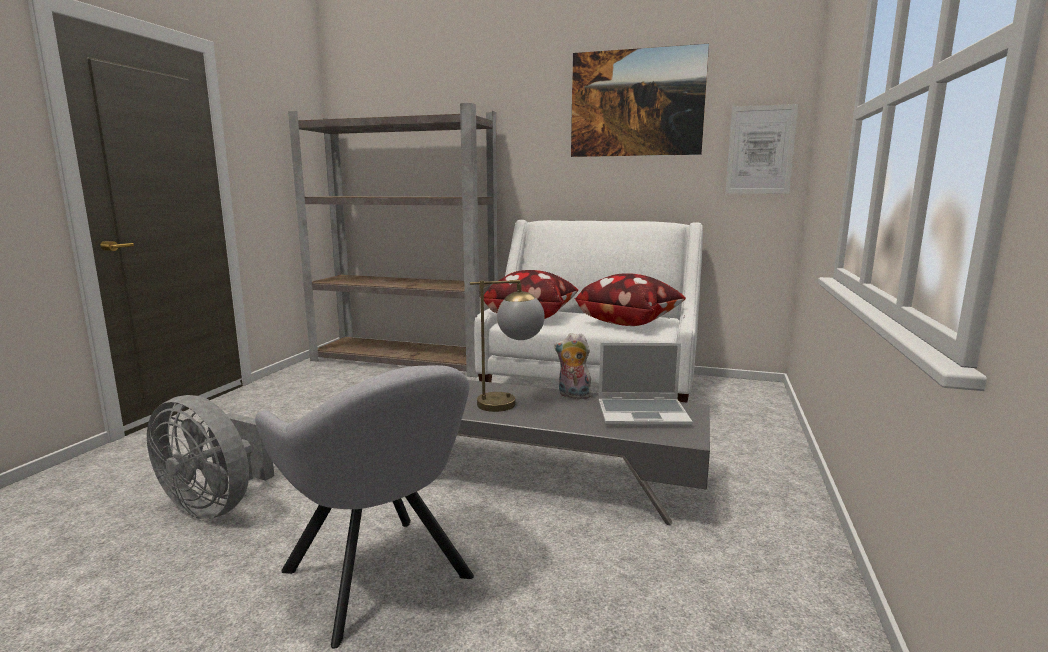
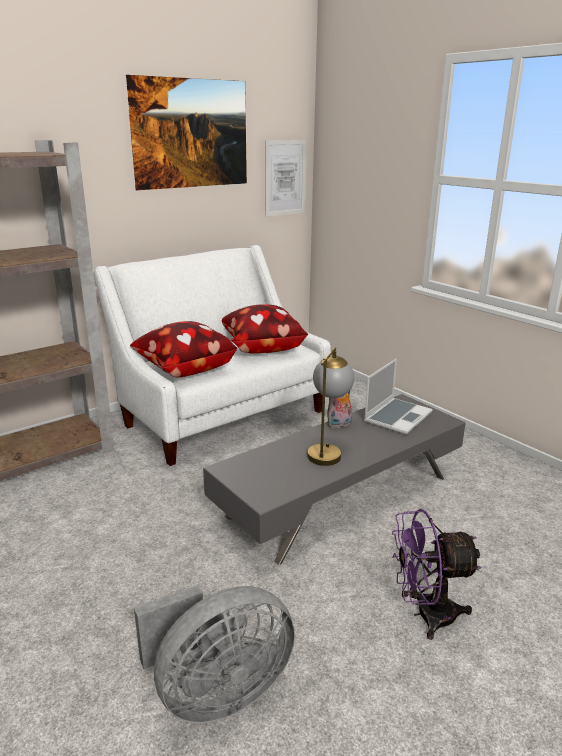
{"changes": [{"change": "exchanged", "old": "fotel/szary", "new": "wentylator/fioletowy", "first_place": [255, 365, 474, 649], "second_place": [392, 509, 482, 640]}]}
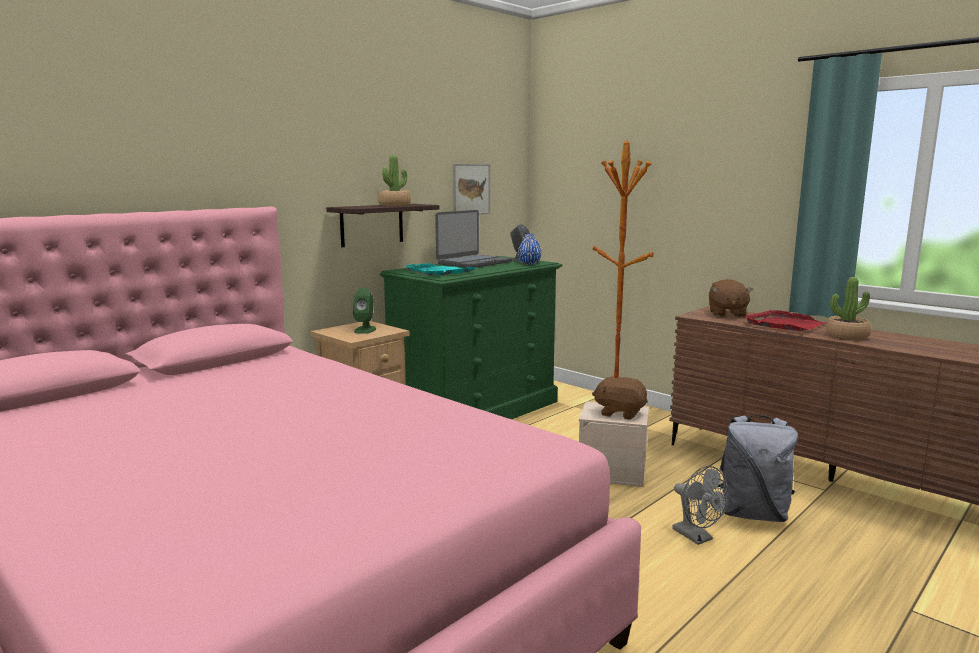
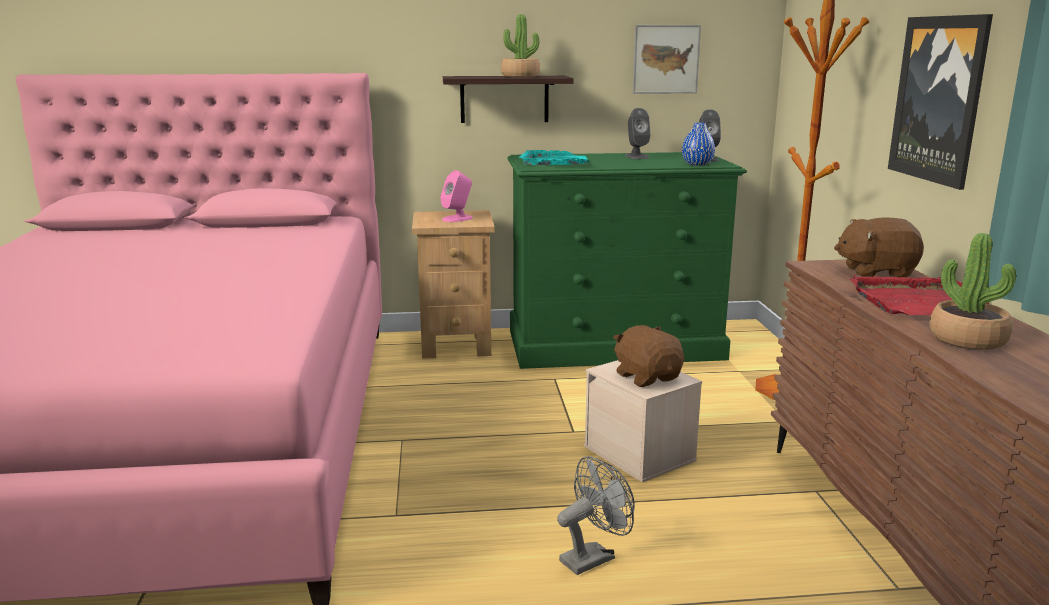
{"changes": [{"change": "colour", "old": "głośnik/zielony", "new": "głośnik/różowy", "first_place": [353, 288, 376, 334], "second_place": [440, 171, 473, 222]}, {"change": "spun", "old": "wentylator/szary", "first_place": [672, 466, 729, 545], "second_place": [557, 456, 635, 575], "degrees": -135}, {"change": "exchanged", "old": "laptop", "new": "głośnik/szary", "first_place": [435, 210, 512, 268], "second_place": [625, 108, 651, 159]}, {"change": "spun", "old": "pluszak/brązowy", "first_place": [709, 279, 753, 318], "second_place": [834, 217, 924, 277], "degrees": 45}, {"change": "appeared", "new": "obraz", "second_place": [888, 14, 993, 190]}, {"change": "missing", "old": "plecak/szary", "first_place": [718, 415, 798, 522]}]}
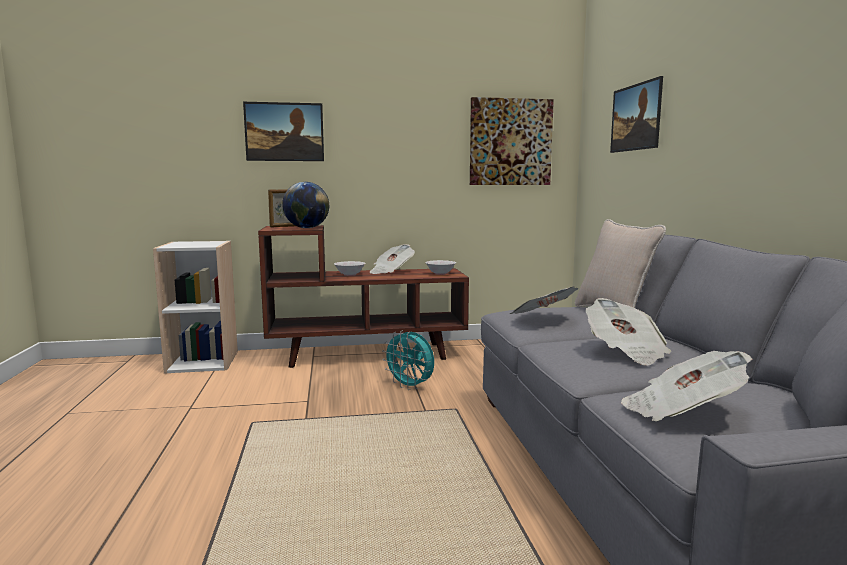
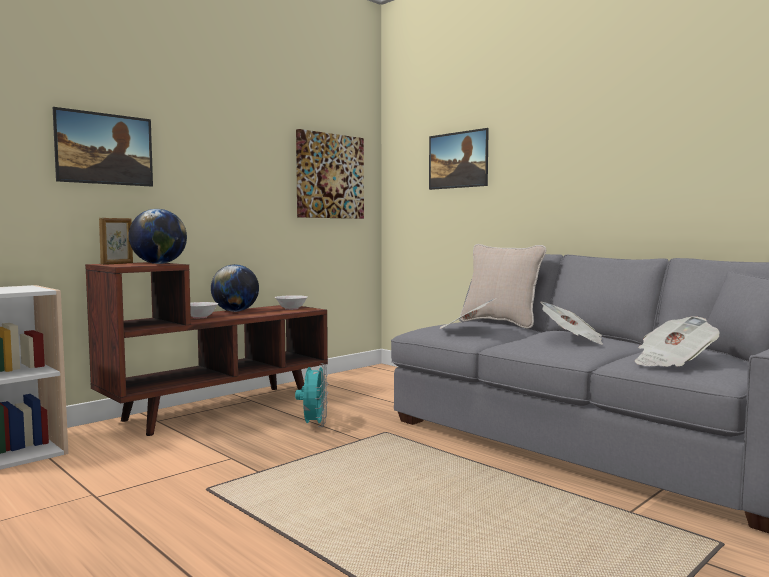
{"changes": [{"change": "exchanged", "old": "gazeta", "new": "globus", "first_place": [370, 244, 415, 274], "second_place": [211, 264, 259, 312]}, {"change": "spun", "old": "wentylator/turkusowy", "first_place": [382, 330, 434, 390], "second_place": [295, 363, 329, 427], "degrees": -90}]}
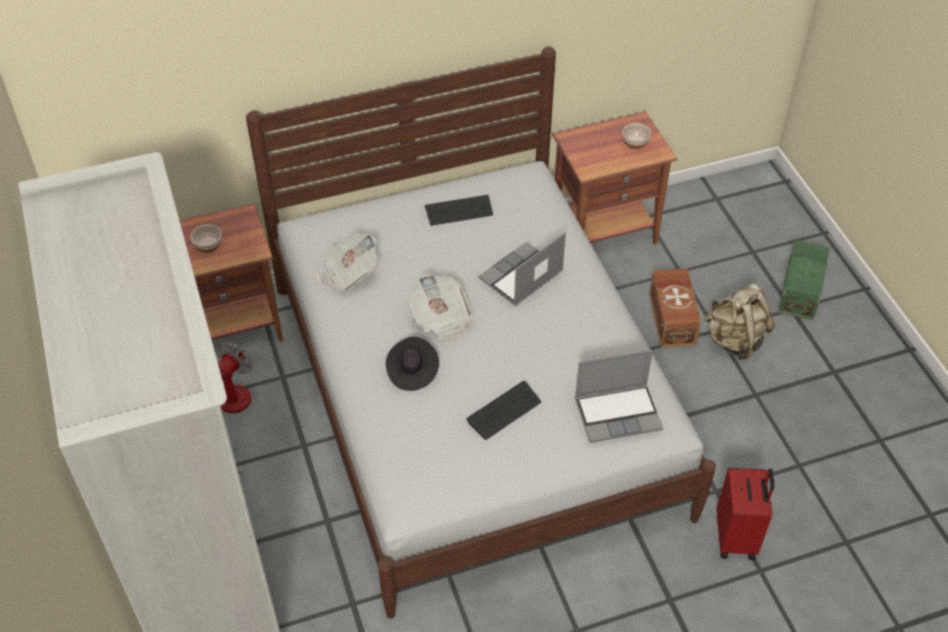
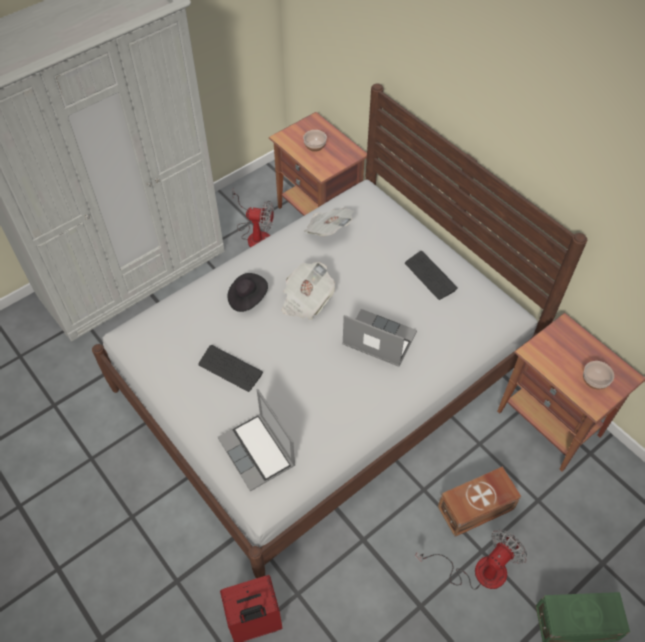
{"changes": [{"change": "exchanged", "old": "plecak/beżowy", "new": "wentylator", "first_place": [704, 284, 775, 360], "second_place": [415, 529, 527, 590]}]}
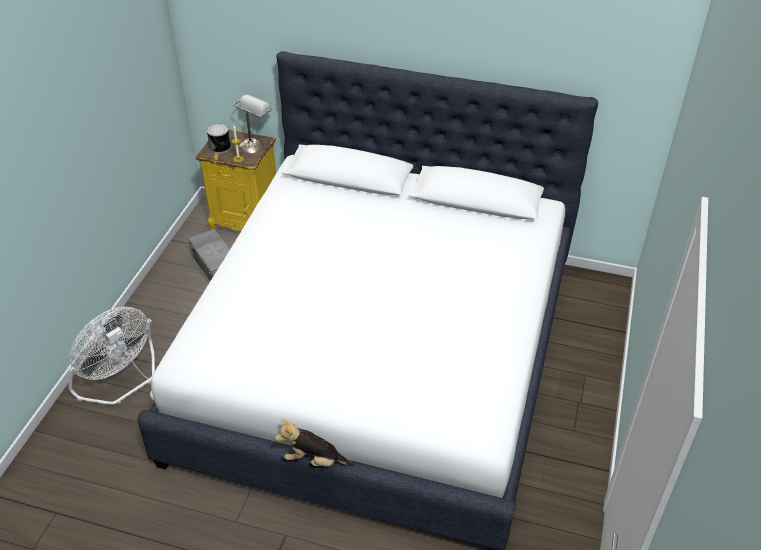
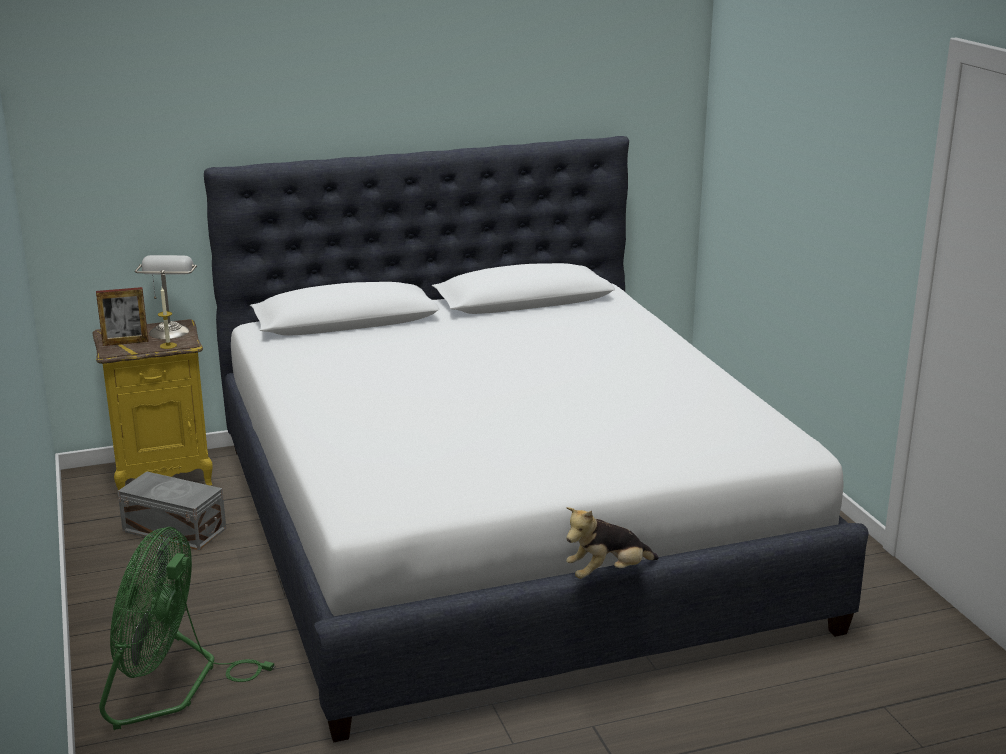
{"changes": [{"change": "exchanged", "old": "puszka", "new": "ramka na zdjęcie", "first_place": [207, 123, 231, 153], "second_place": [96, 287, 149, 346]}, {"change": "colour", "old": "wentylator/biały", "new": "wentylator/zielony", "first_place": [68, 307, 155, 405], "second_place": [99, 527, 276, 730]}]}
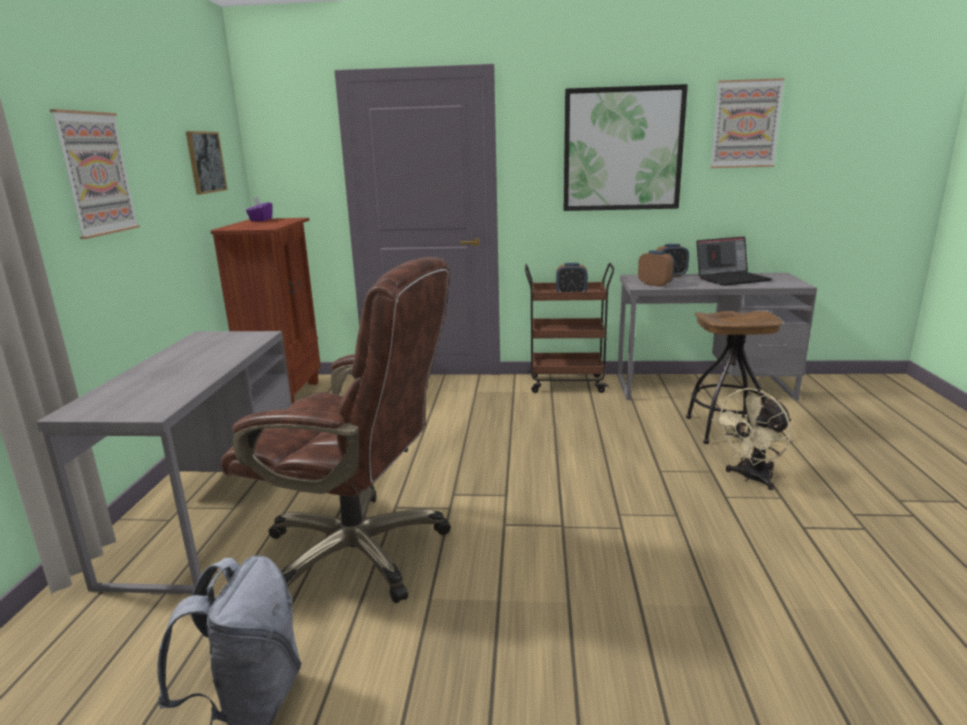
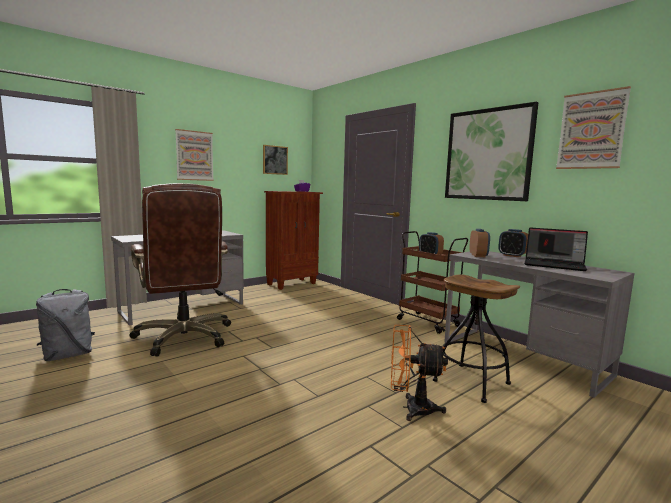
{"changes": [{"change": "colour", "old": "wentylator/beżowy", "new": "wentylator/pomarańczowy", "first_place": [711, 388, 791, 490], "second_place": [391, 325, 448, 421]}]}
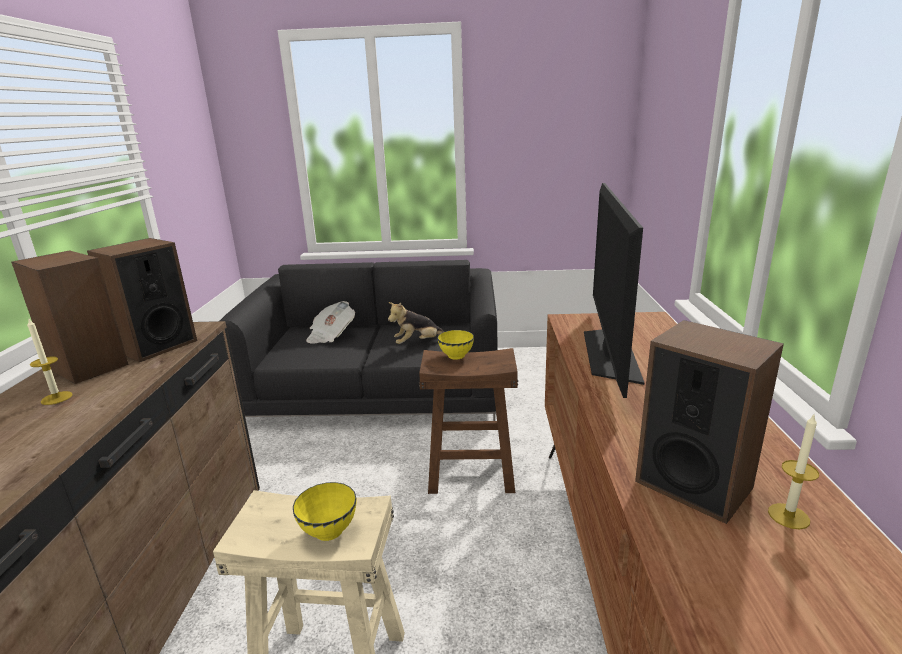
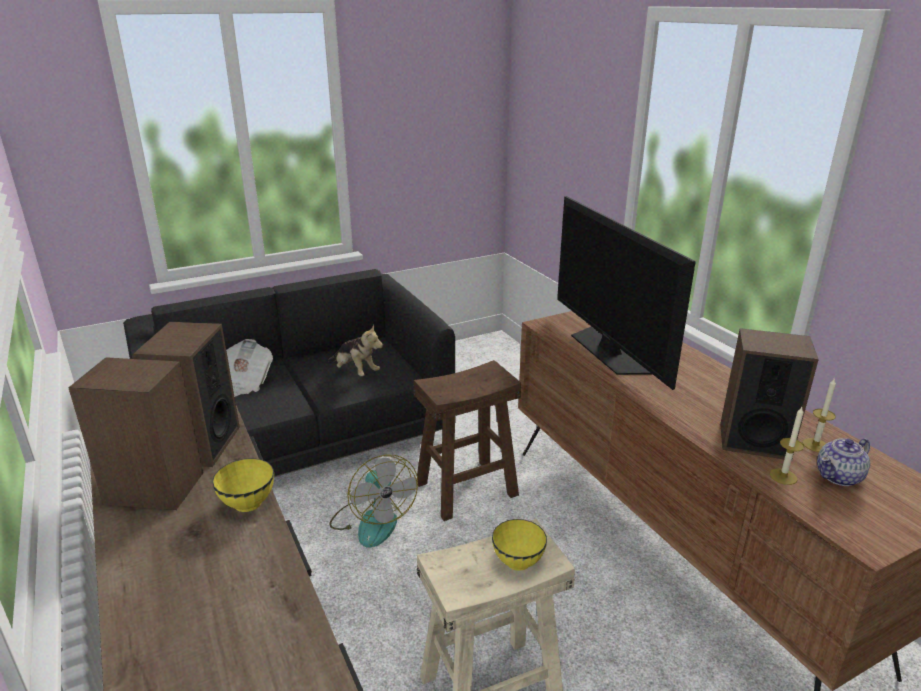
{"changes": [{"change": "relocated", "old": "miska/żółty", "first_place": [438, 330, 474, 359], "second_place": [212, 458, 274, 512]}, {"change": "spun", "old": "pluszak", "first_place": [388, 302, 444, 344], "second_place": [328, 325, 383, 376], "degrees": -90}, {"change": "appeared", "new": "wentylator", "second_place": [329, 455, 418, 548]}, {"change": "relocated", "old": "świeca", "first_place": [27, 319, 73, 405], "second_place": [770, 407, 804, 485]}, {"change": "appeared", "new": "imbryk", "second_place": [817, 438, 870, 486]}]}
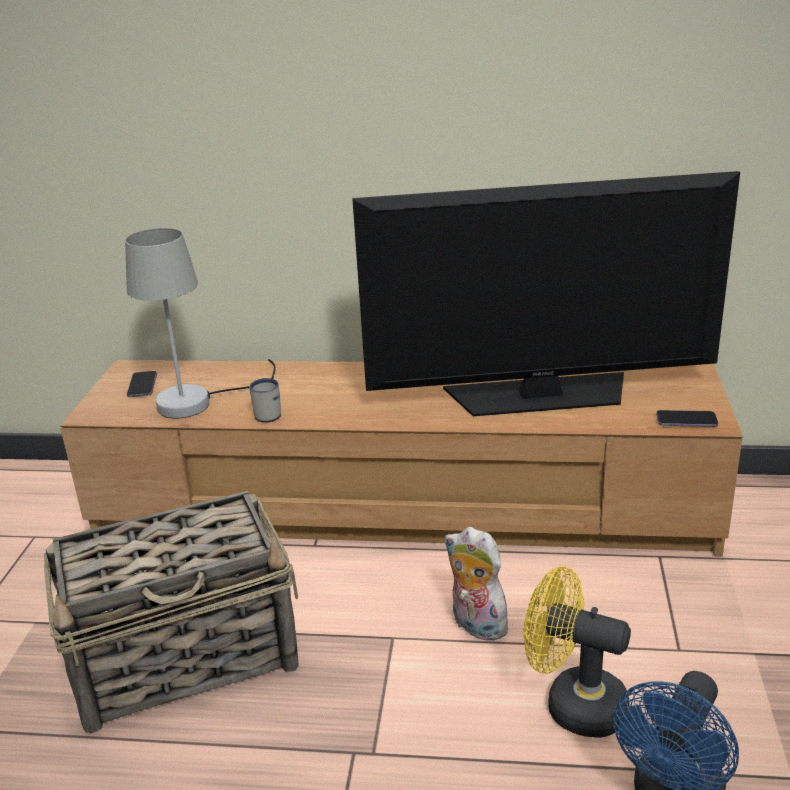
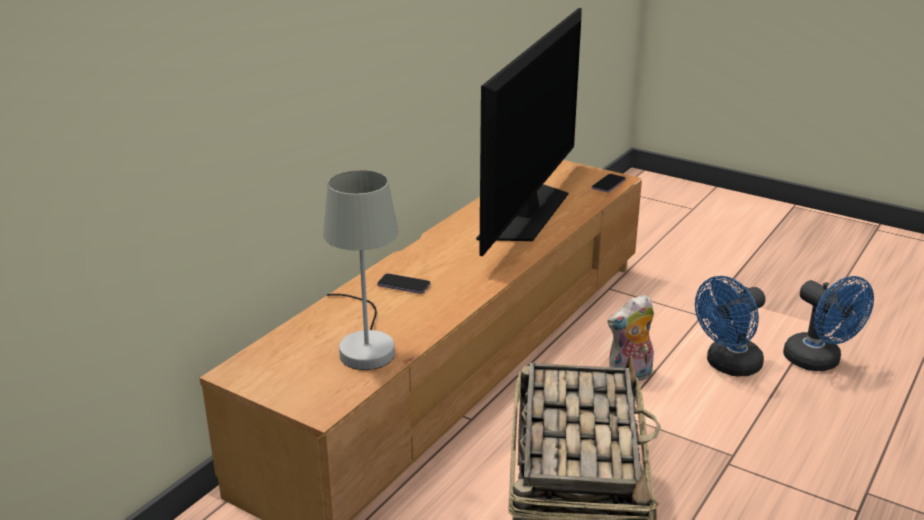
{"changes": [{"change": "relocated", "old": "telefon", "first_place": [127, 371, 157, 397], "second_place": [377, 273, 431, 294]}, {"change": "colour", "old": "wentylator/żółty", "new": "wentylator/niebieski", "first_place": [523, 566, 631, 738], "second_place": [695, 276, 766, 376]}, {"change": "missing", "old": "kubek/biały", "first_place": [249, 378, 281, 423]}]}
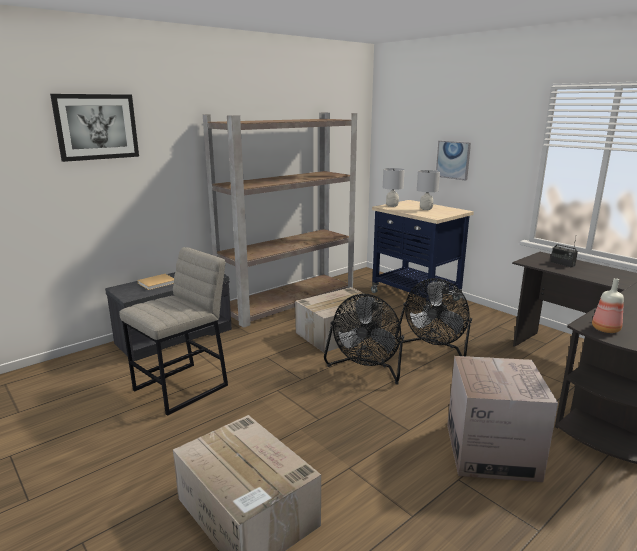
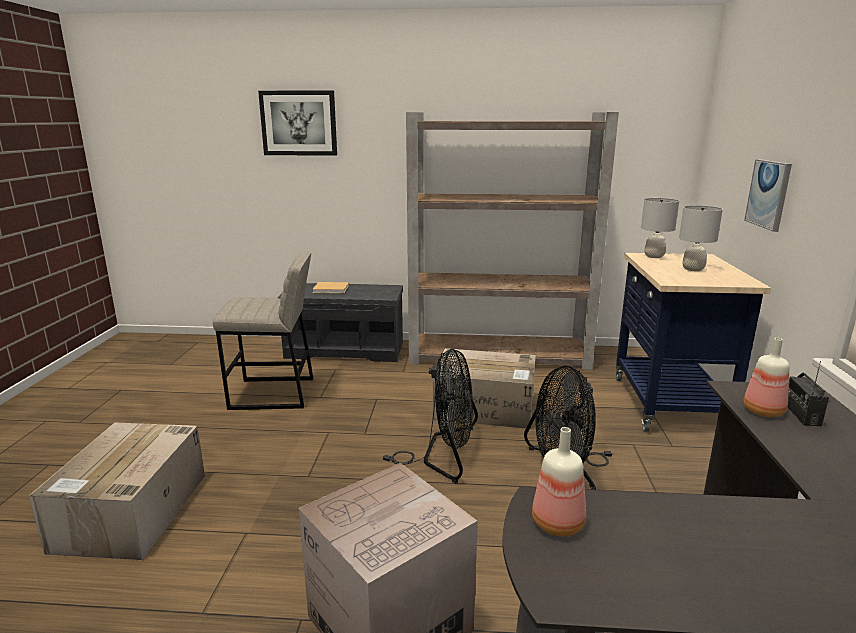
{"changes": [{"change": "spun", "old": "wentylator/czarny", "first_place": [324, 294, 404, 384], "second_place": [382, 349, 478, 484], "degrees": -150}, {"change": "appeared", "new": "butelka", "second_place": [743, 338, 789, 417]}]}
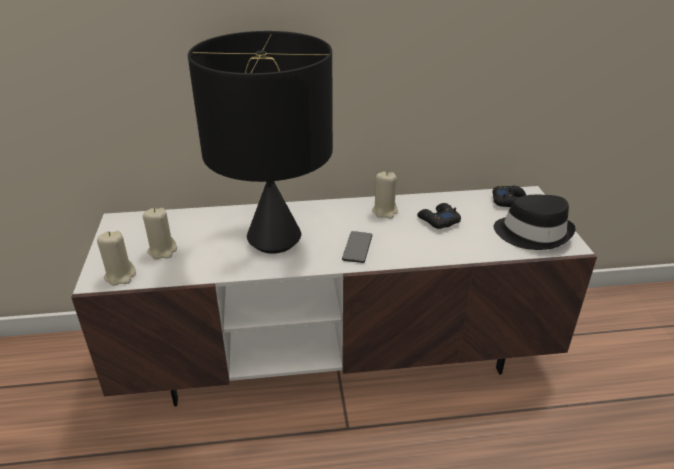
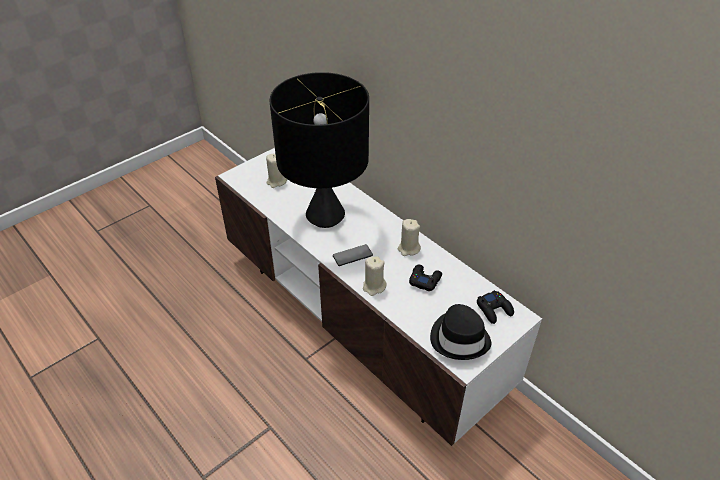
{"changes": [{"change": "relocated", "old": "świeca/beżowy", "first_place": [97, 231, 136, 286], "second_place": [363, 256, 387, 296]}]}
